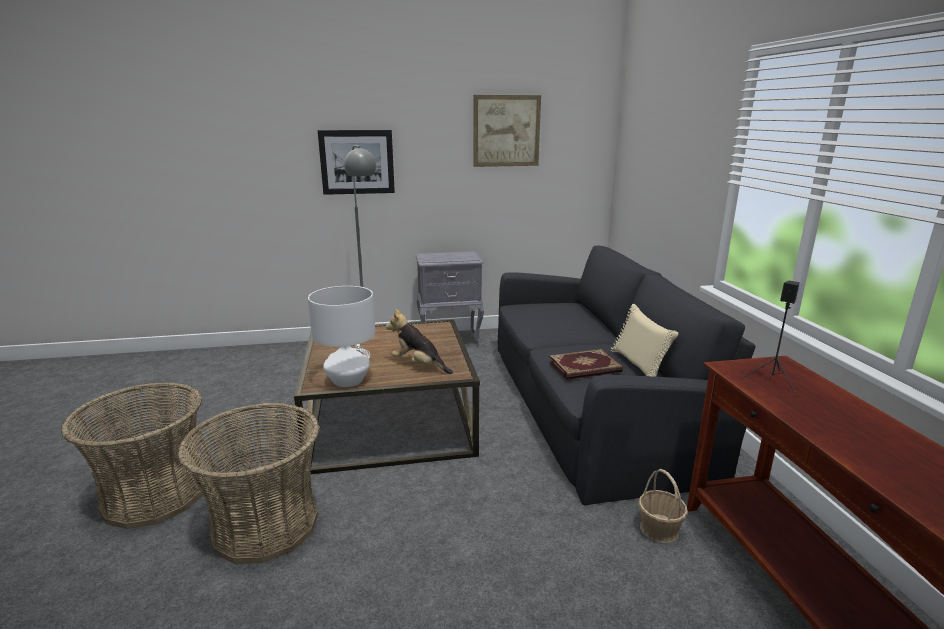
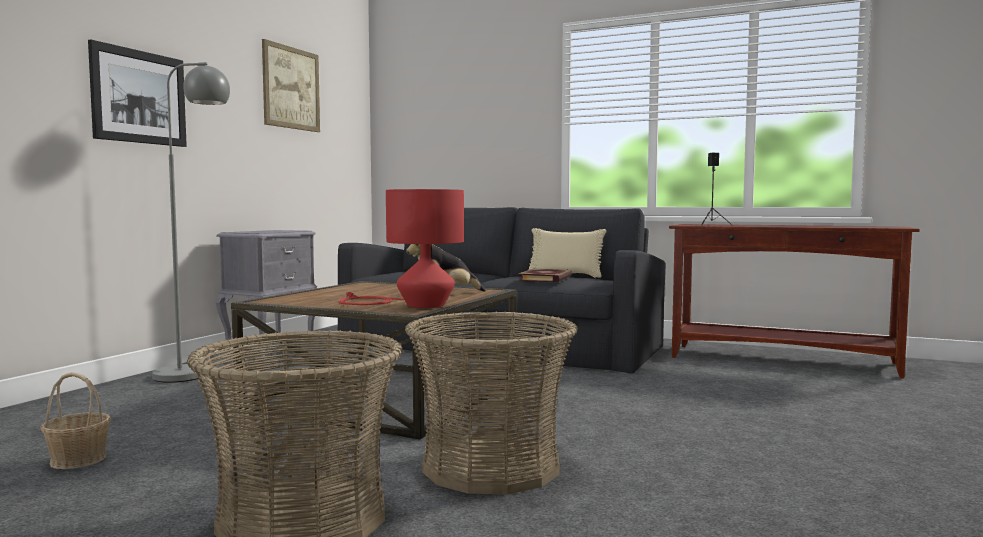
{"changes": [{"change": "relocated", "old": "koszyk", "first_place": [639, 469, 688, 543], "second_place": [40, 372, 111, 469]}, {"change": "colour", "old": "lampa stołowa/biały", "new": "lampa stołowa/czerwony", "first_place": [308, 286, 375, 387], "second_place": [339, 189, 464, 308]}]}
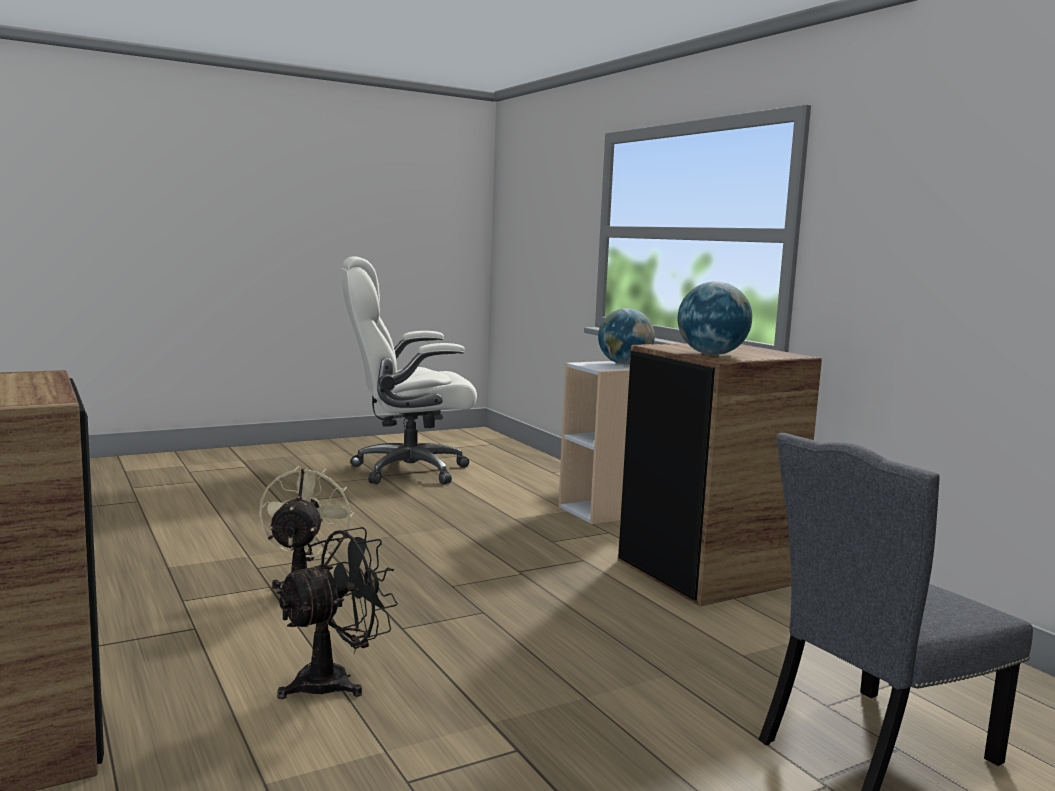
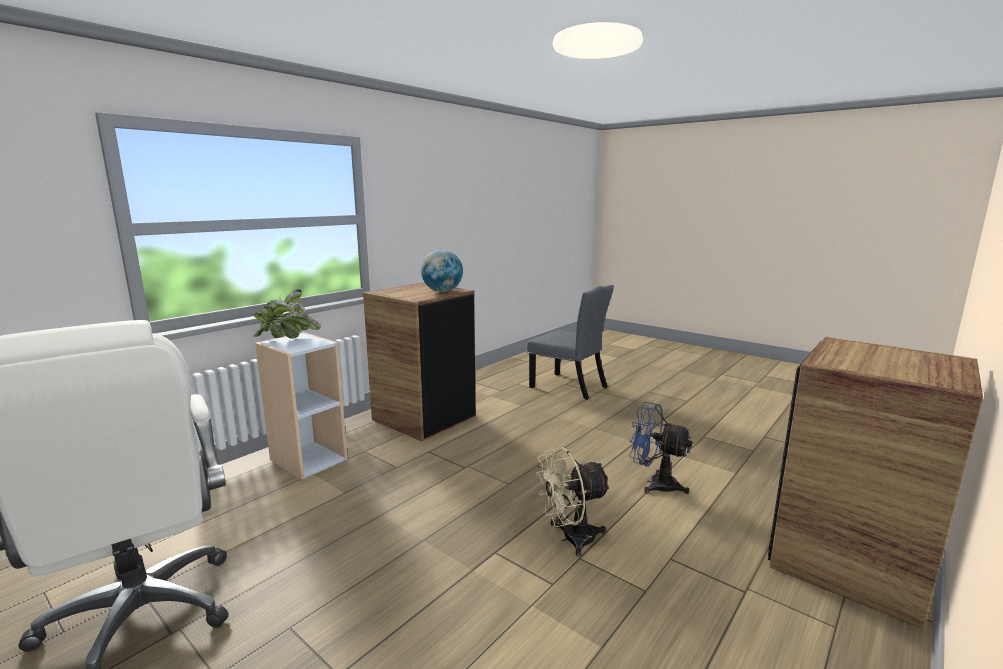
{"changes": [{"change": "exchanged", "old": "globus", "new": "roślina doniczkowa", "first_place": [598, 308, 655, 365], "second_place": [253, 290, 321, 339]}, {"change": "colour", "old": "wentylator/czarny", "new": "wentylator/niebieski", "first_place": [277, 527, 398, 699], "second_place": [629, 402, 692, 494]}]}
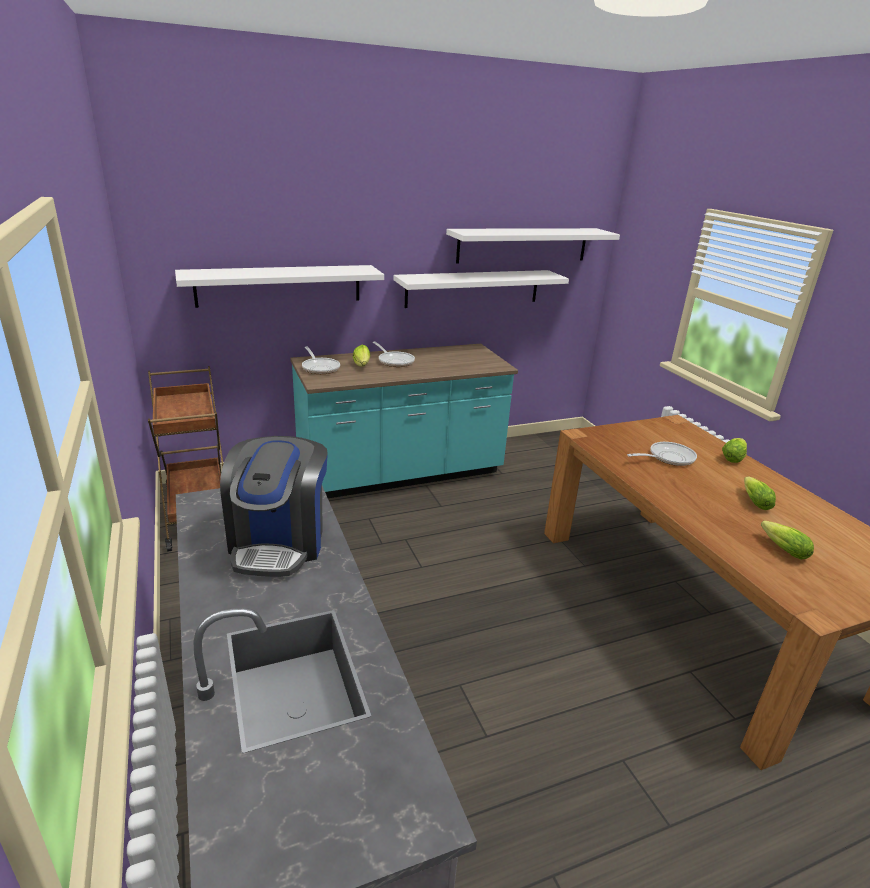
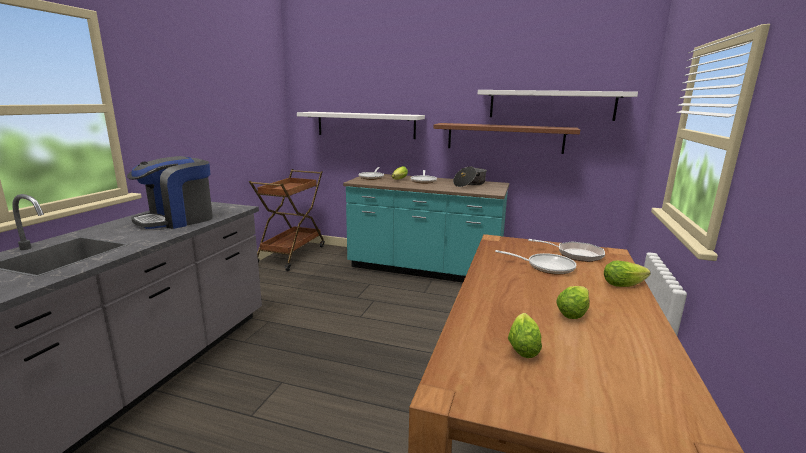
{"changes": [{"change": "colour", "old": "półka/biały", "new": "półka/brązowy", "first_place": [393, 270, 569, 308], "second_place": [433, 123, 580, 154]}, {"change": "appeared", "new": "garnek", "second_place": [453, 166, 487, 187]}, {"change": "appeared", "new": "patelnia", "second_place": [528, 239, 605, 262]}]}
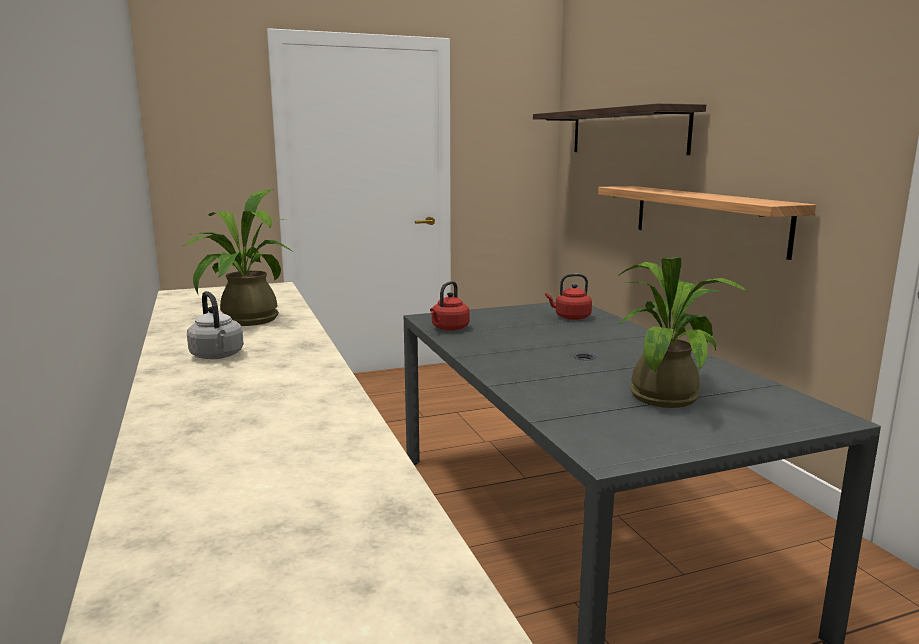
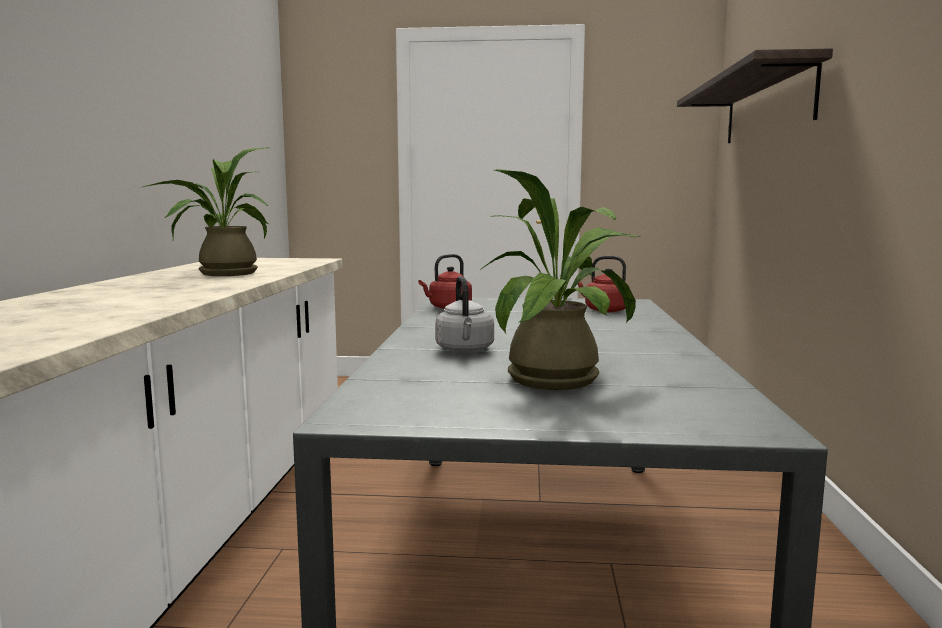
{"changes": [{"change": "relocated", "old": "czajnik/szary", "first_place": [187, 291, 244, 359], "second_place": [435, 276, 494, 353]}, {"change": "missing", "old": "półka", "first_place": [598, 186, 816, 260]}]}
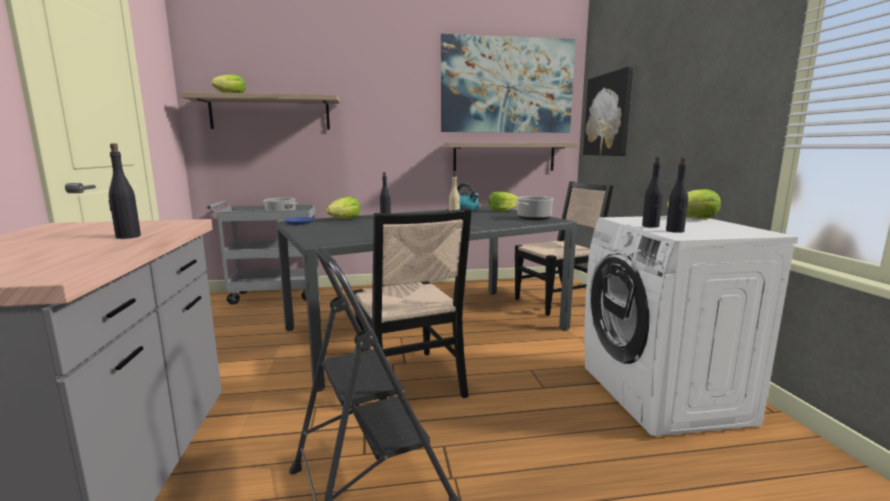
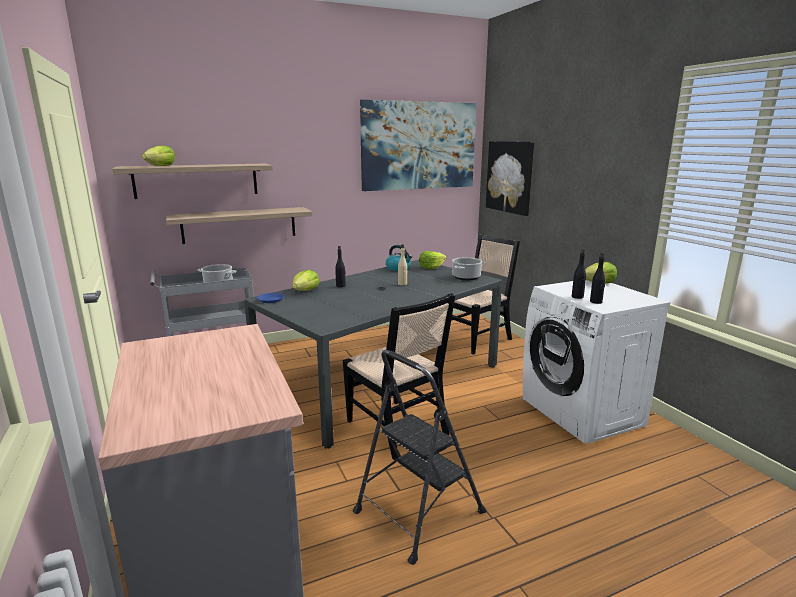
{"changes": [{"change": "relocated", "old": "półka", "first_place": [443, 142, 578, 171], "second_place": [166, 207, 312, 244]}, {"change": "missing", "old": "butelka/czarny", "first_place": [108, 143, 141, 239]}]}
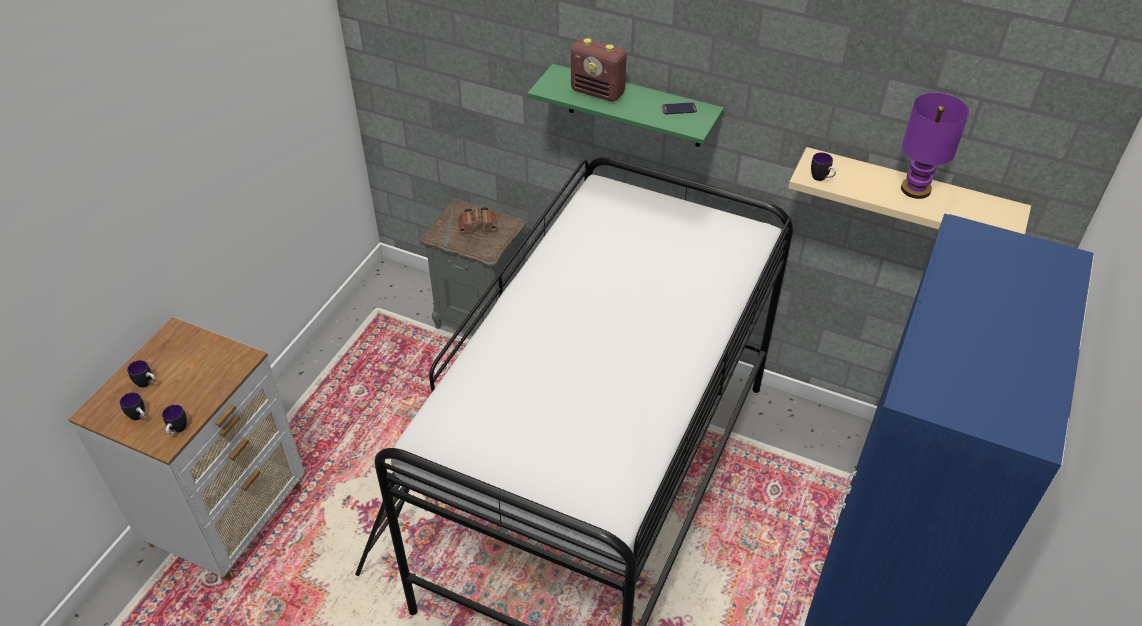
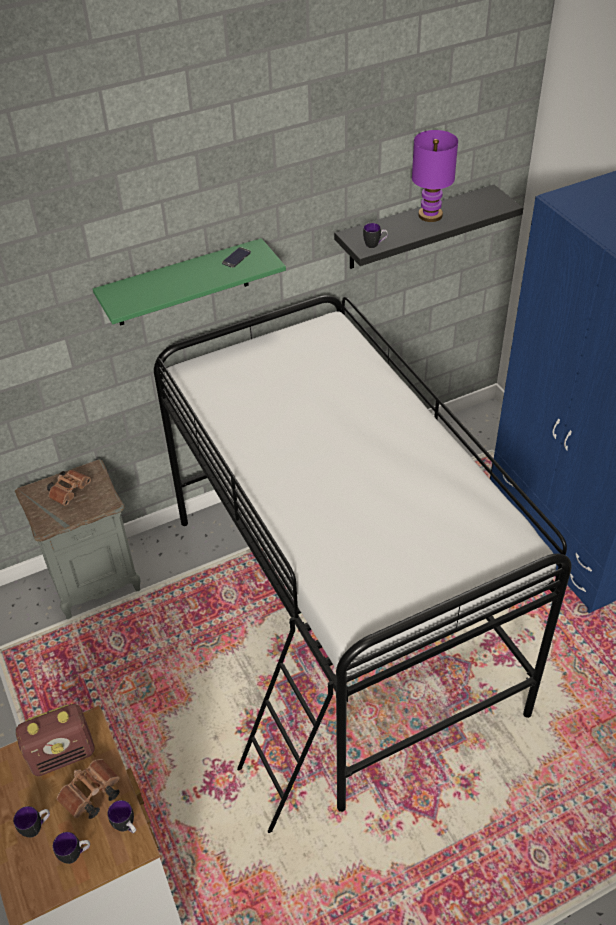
{"changes": [{"change": "relocated", "old": "radio", "first_place": [571, 38, 627, 102], "second_place": [16, 703, 95, 776]}, {"change": "appeared", "new": "lornetka/brązowy", "second_place": [57, 759, 120, 819]}, {"change": "colour", "old": "półka/beżowy", "new": "półka/czarny", "first_place": [788, 147, 1031, 234], "second_place": [334, 184, 524, 269]}]}
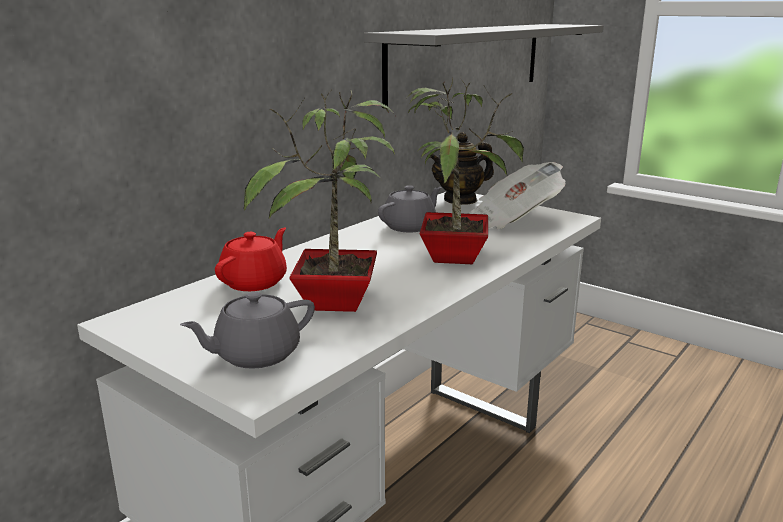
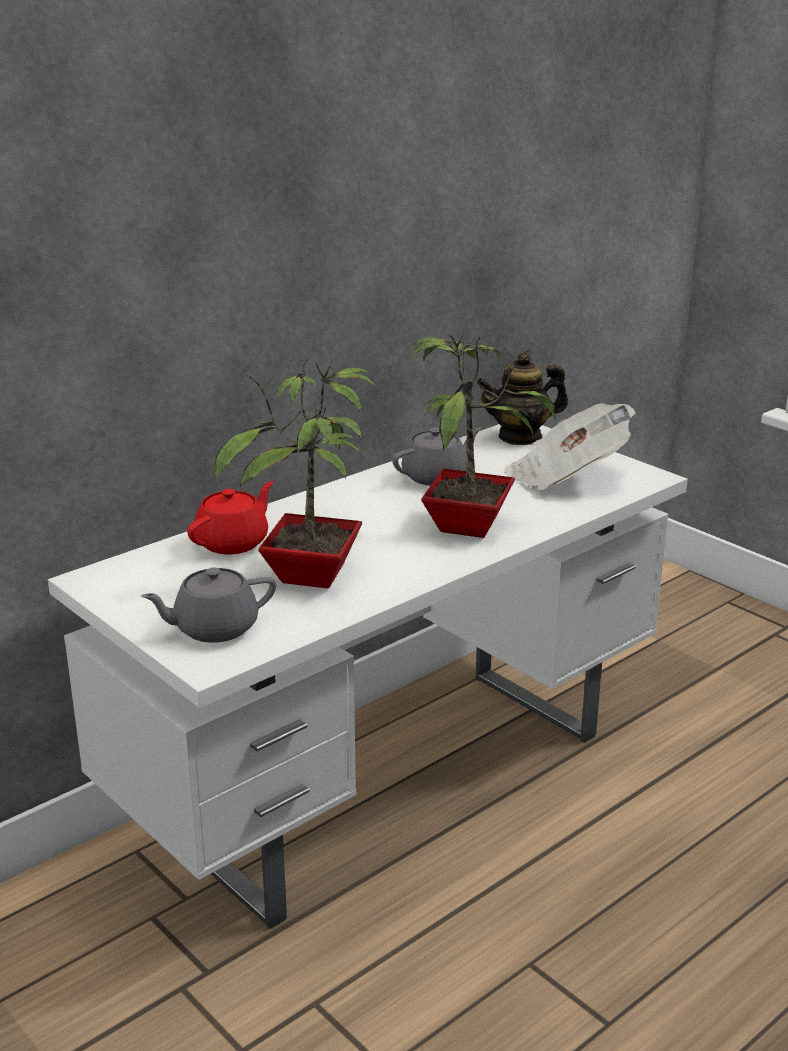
{"changes": [{"change": "missing", "old": "półka/szary", "first_place": [364, 24, 604, 108]}]}
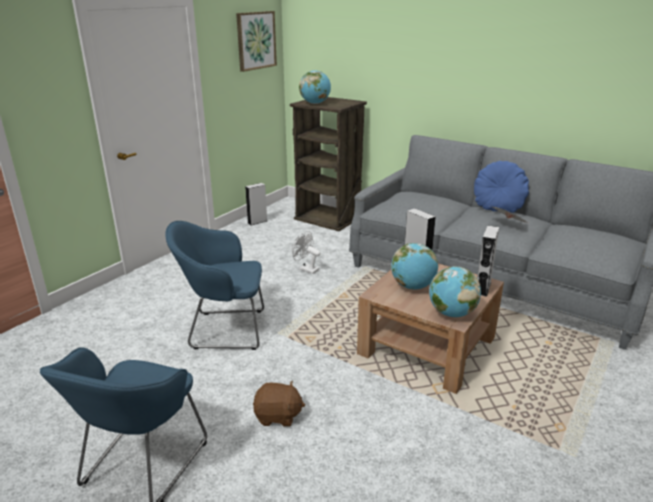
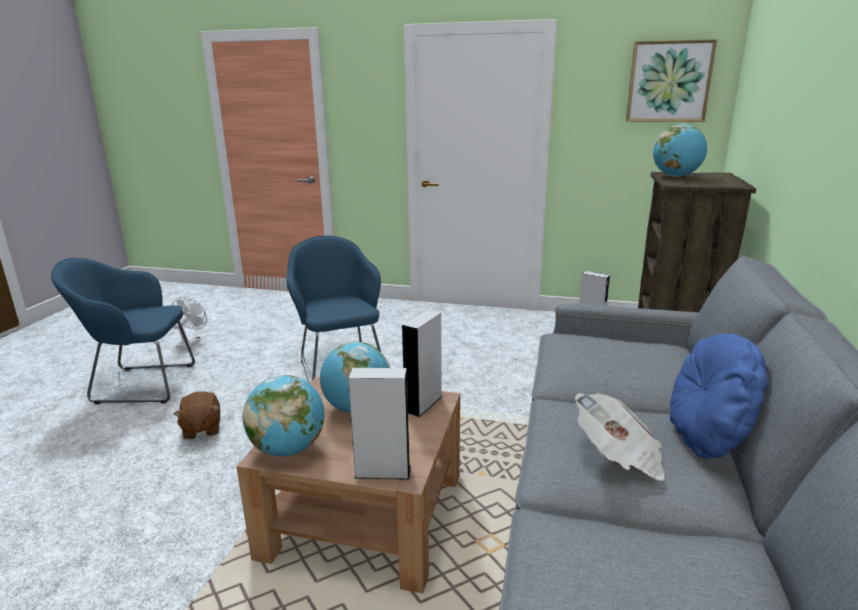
{"changes": [{"change": "relocated", "old": "wentylator/biały", "first_place": [292, 231, 321, 274], "second_place": [172, 297, 207, 349]}]}
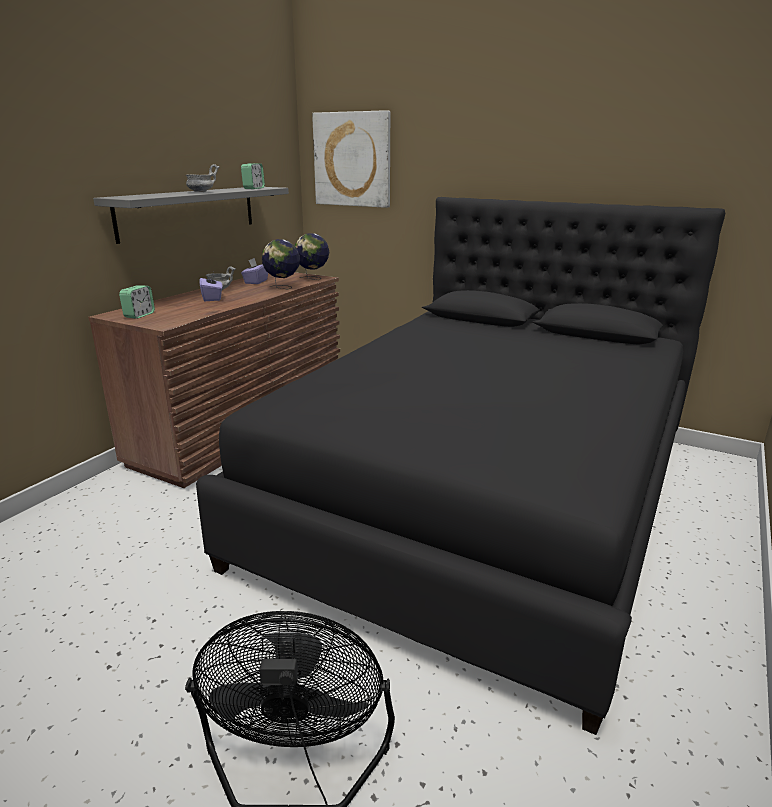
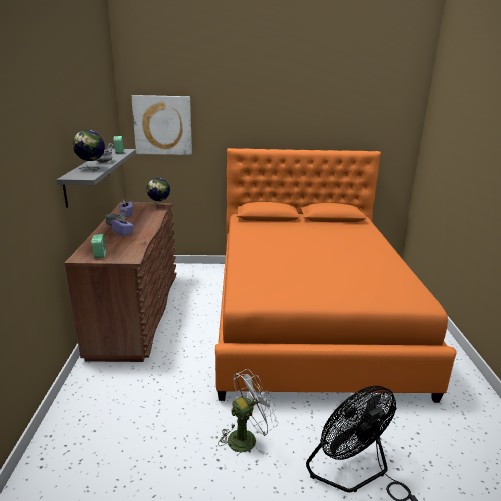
{"changes": [{"change": "relocated", "old": "globus", "first_place": [262, 239, 300, 290], "second_place": [73, 130, 105, 170]}, {"change": "colour", "old": "łóżko/czarny", "new": "łóżko/pomarańczowy", "first_place": [196, 197, 725, 735], "second_place": [215, 148, 456, 403]}, {"change": "appeared", "new": "wentylator/biały", "second_place": [218, 369, 278, 455]}]}
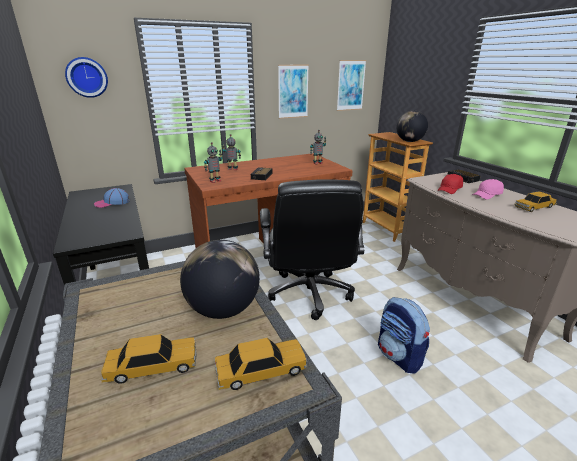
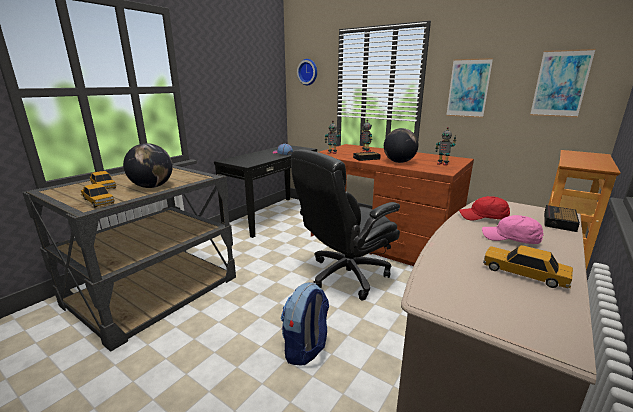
{"changes": [{"change": "relocated", "old": "globus", "first_place": [396, 111, 428, 142], "second_place": [384, 128, 419, 163]}]}
